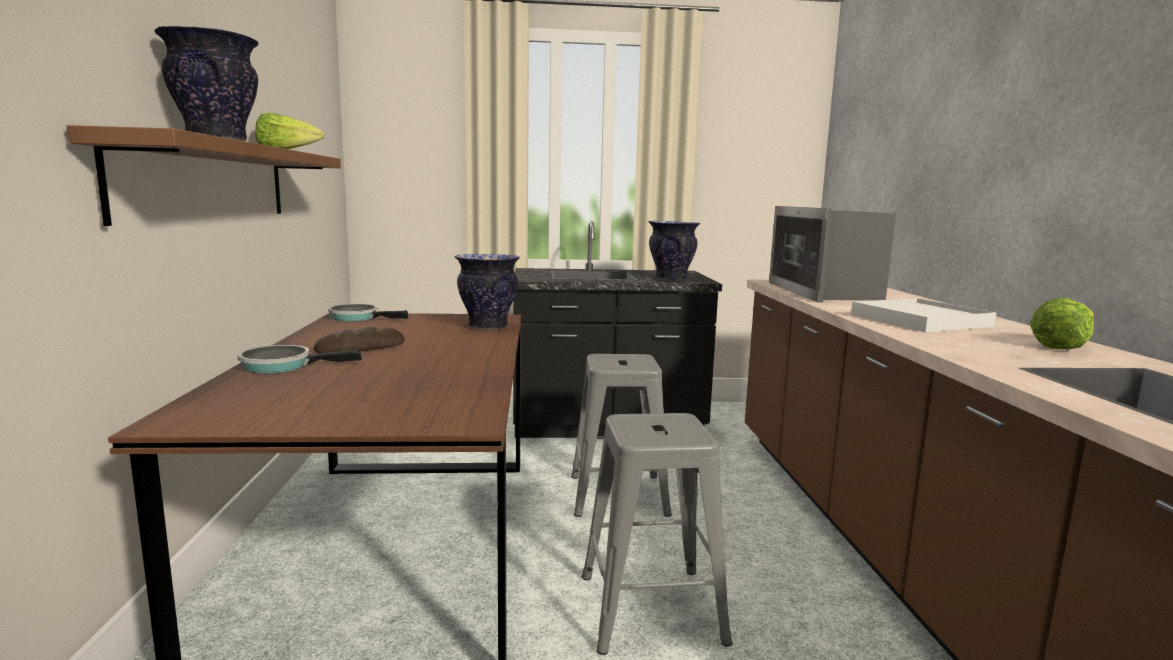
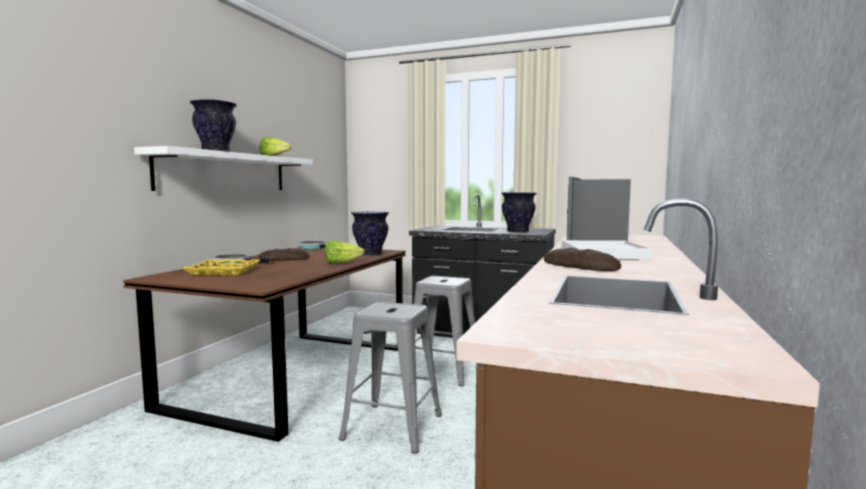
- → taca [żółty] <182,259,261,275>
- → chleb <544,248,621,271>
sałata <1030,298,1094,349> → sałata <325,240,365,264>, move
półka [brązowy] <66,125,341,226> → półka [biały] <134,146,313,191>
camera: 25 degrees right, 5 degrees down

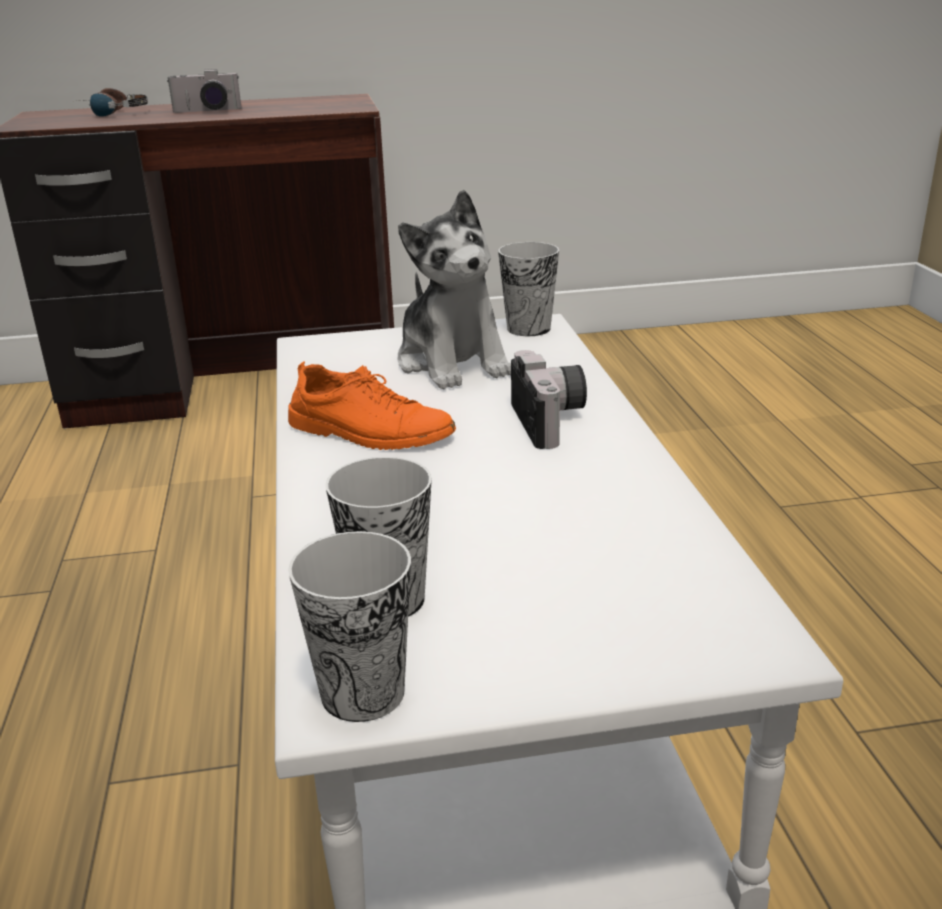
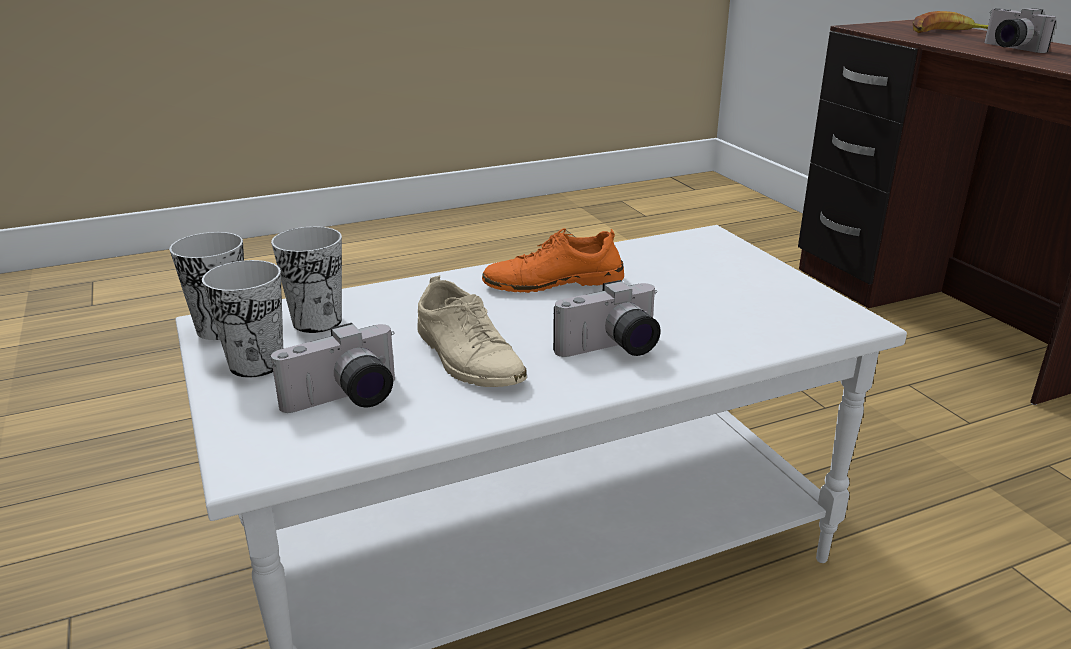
pluszak <398,190,511,389> → -
- → aparat fotograficzny <271,323,395,413>
- → but [beżowy] <417,275,527,387>
filiżanka <498,242,559,336> → filiżanka <202,260,283,378>, move
słuchawki <79,88,148,117> → banan <913,11,988,33>
but [pomarańczowy] <288,361,456,450> → but [pomarańczowy] <482,228,624,293>, 75 degrees clockwise
camera: 75 degrees right, 0 degrees up

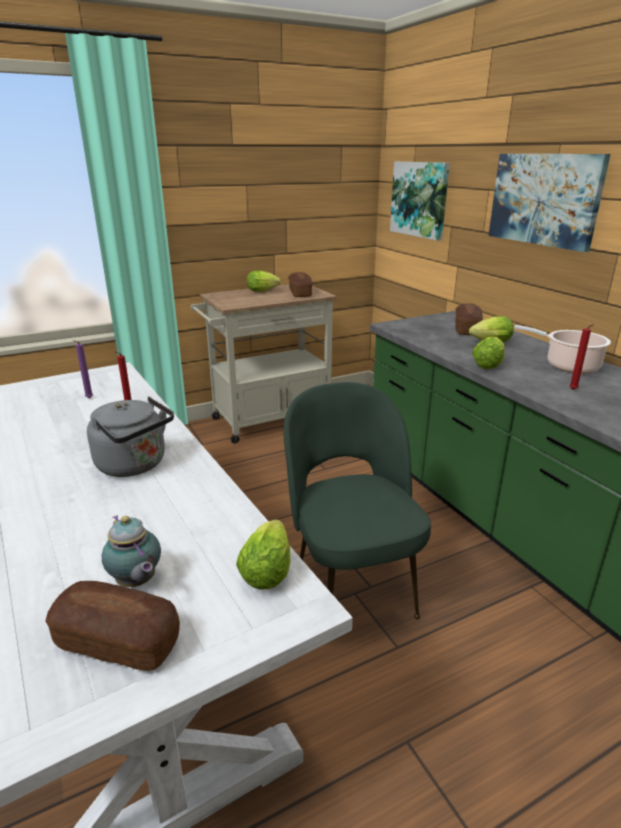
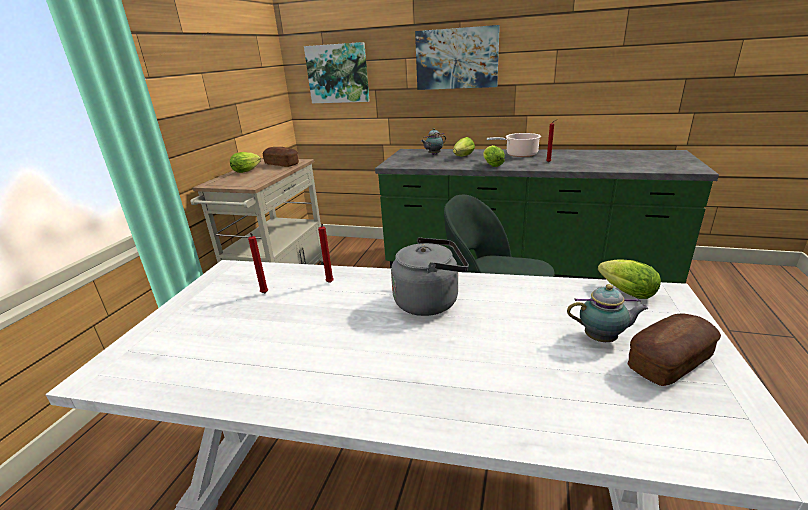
chleb <455,303,483,335> → imbryk <421,128,446,155>
świeca [fioletowy] <72,340,93,398> → świeca [czerwony] <248,233,268,293>
camera: 45 degrees left, 0 degrees up

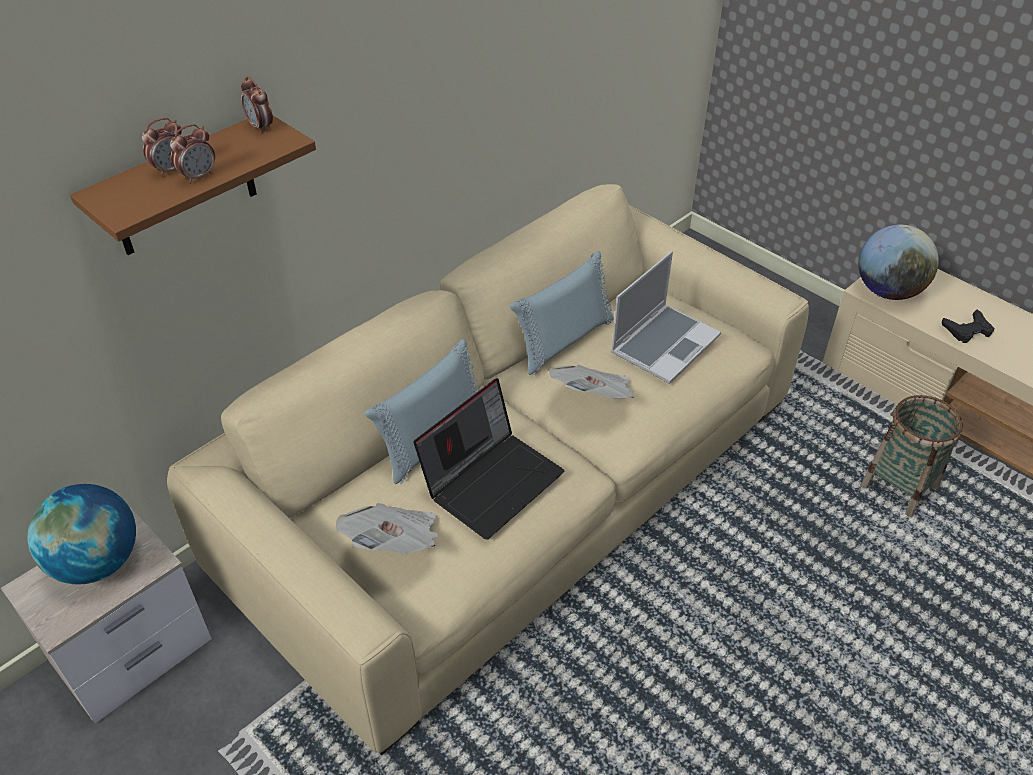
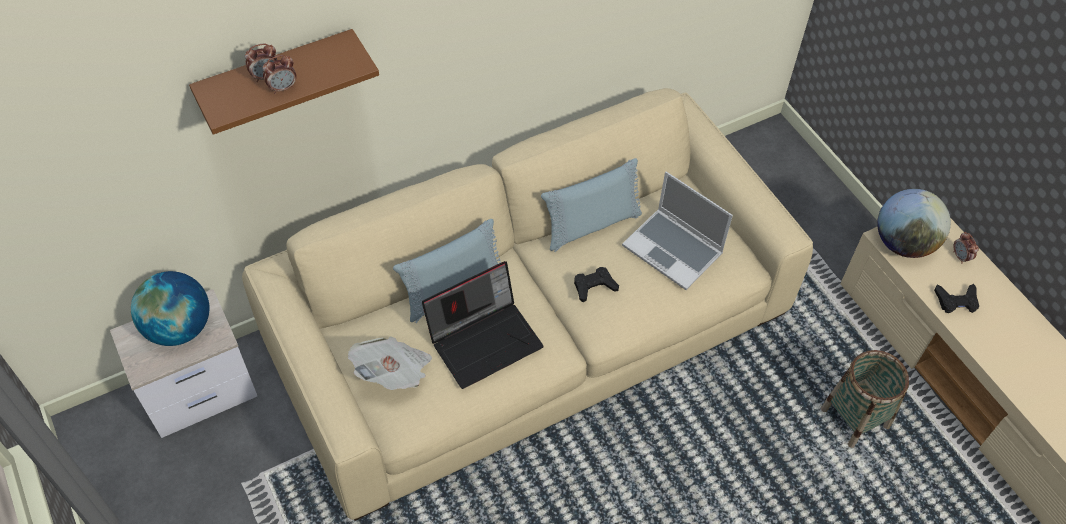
budzik <241,76,273,134> → budzik <953,232,979,264>, move
gazeta <549,365,634,399> → pad do gier [czarny] <574,267,619,302>
laptop <611,251,721,384> → laptop <622,172,733,290>, 75 degrees clockwise
camera: 15 degrees right, 10 degrees up

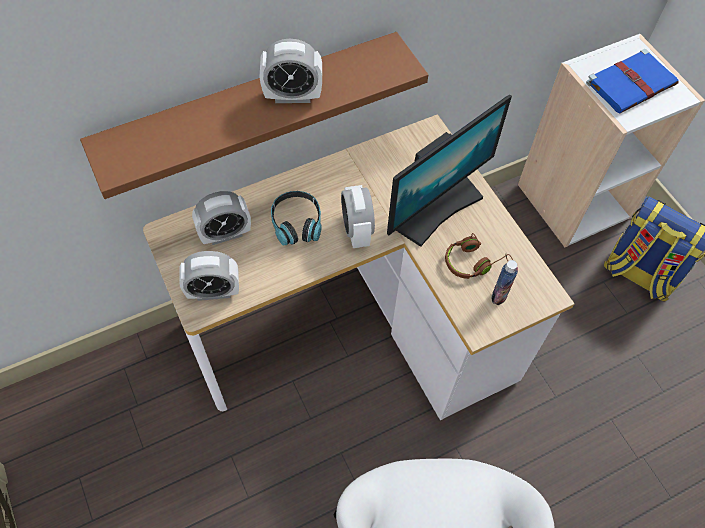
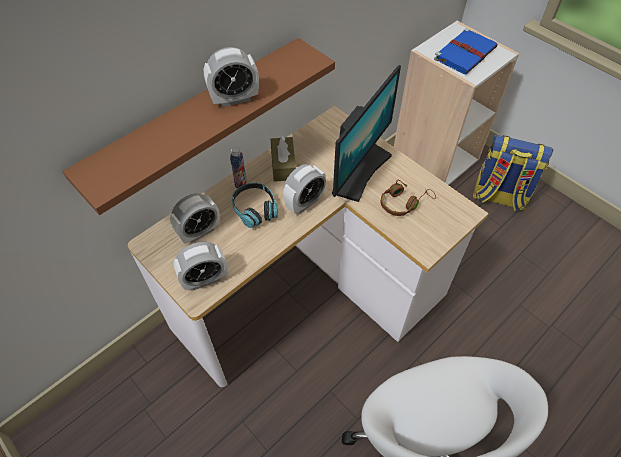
- → pudełko chusteczek [brązowy] <270,136,296,182>
butelka <491,260,518,305> → butelka <230,147,247,188>, move
budzik <341,185,375,248> → budzik <283,164,326,214>, 105 degrees counterclockwise
camera: 15 degrees left, 5 degrees down

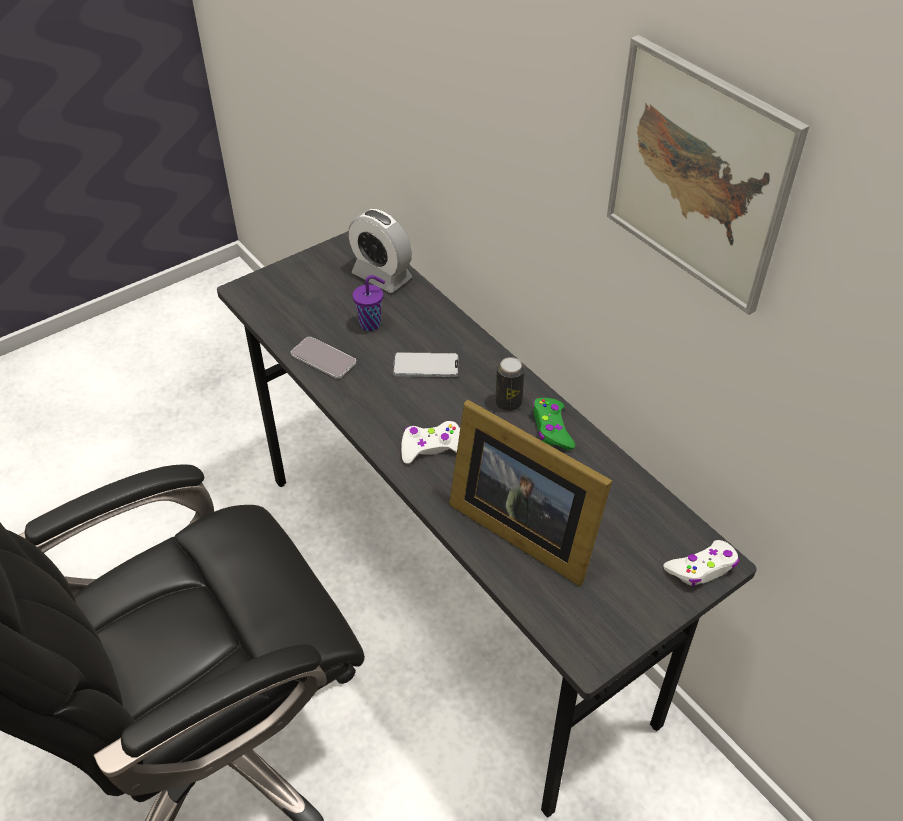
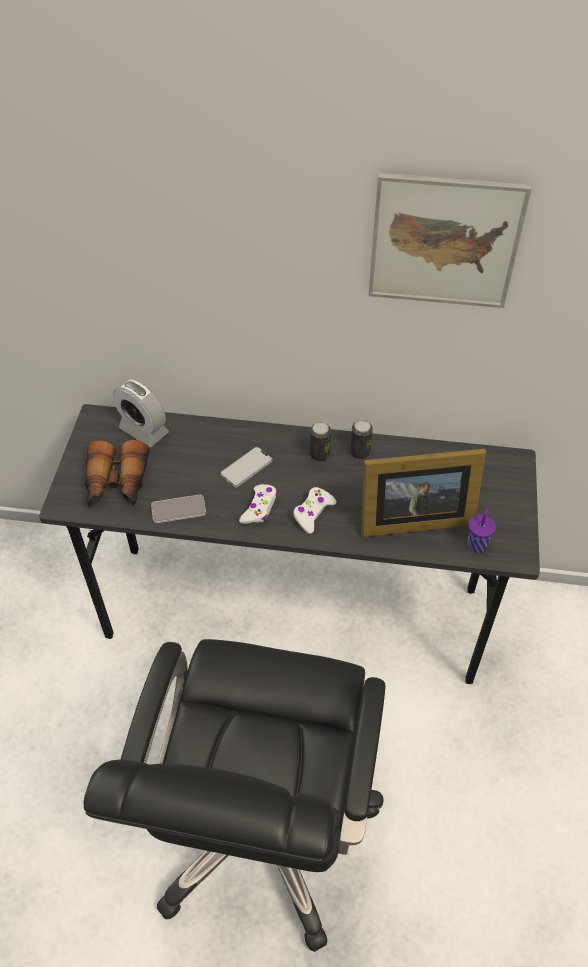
- → lornetka <85,440,150,507>
filiżanka [fioletowy] <353,275,385,331> → filiżanka [fioletowy] <468,507,496,553>, move
pad do gier [biały] <663,540,739,586> → pad do gier [biały] <239,484,278,524>, move
pad do gier [zielony] <532,398,575,450> → puszka <350,420,373,459>
budzik <348,209,412,293> → budzik <113,379,169,447>, 45 degrees clockwise
camera: 45 degrees left, 5 degrees up

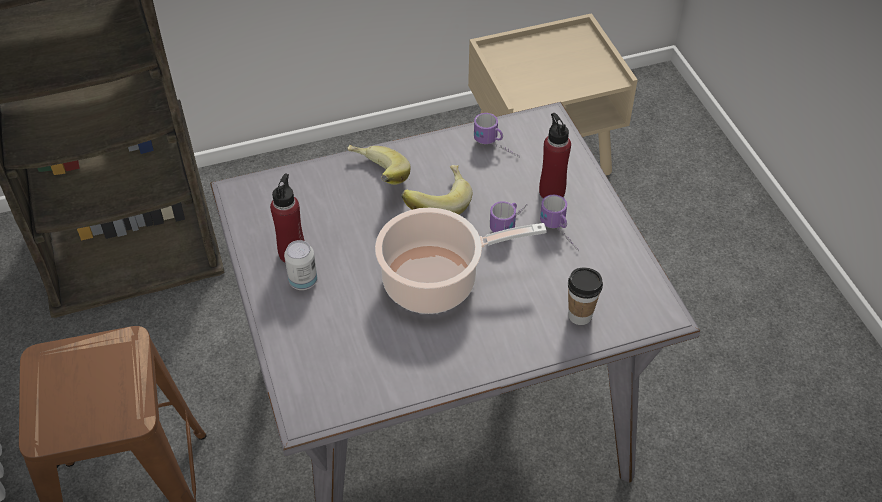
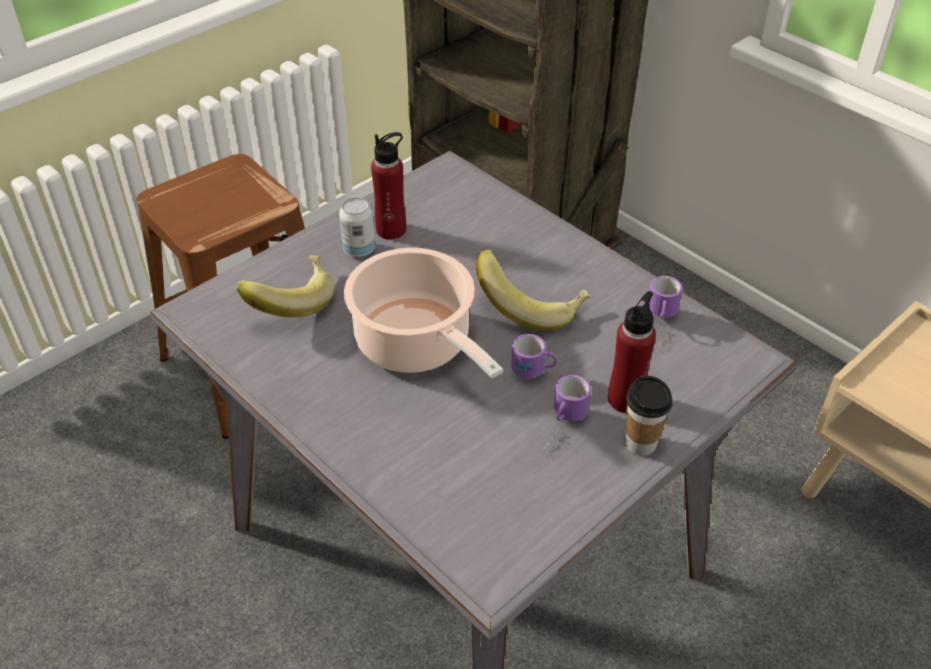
banan <347,145,411,185> → banan <236,255,335,317>, move
filiżanka <568,267,603,325> → filiżanka <626,376,673,456>, move
camera: 65 degrees right, 5 degrees down

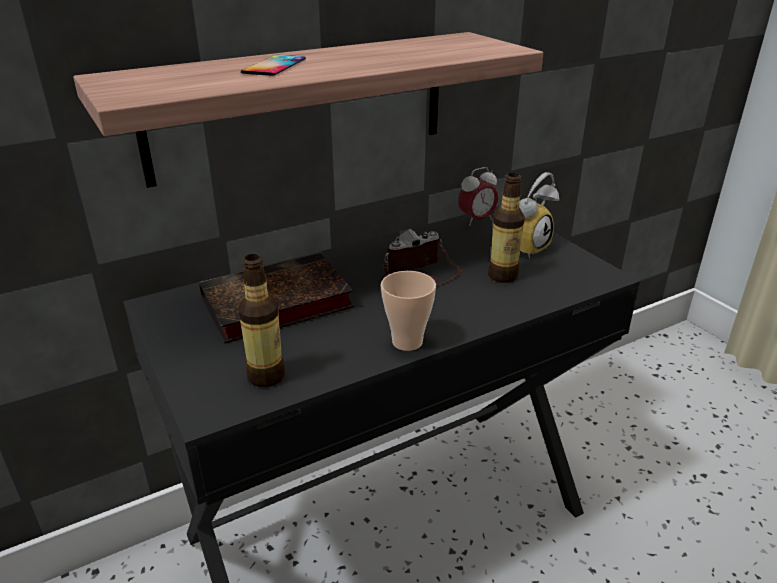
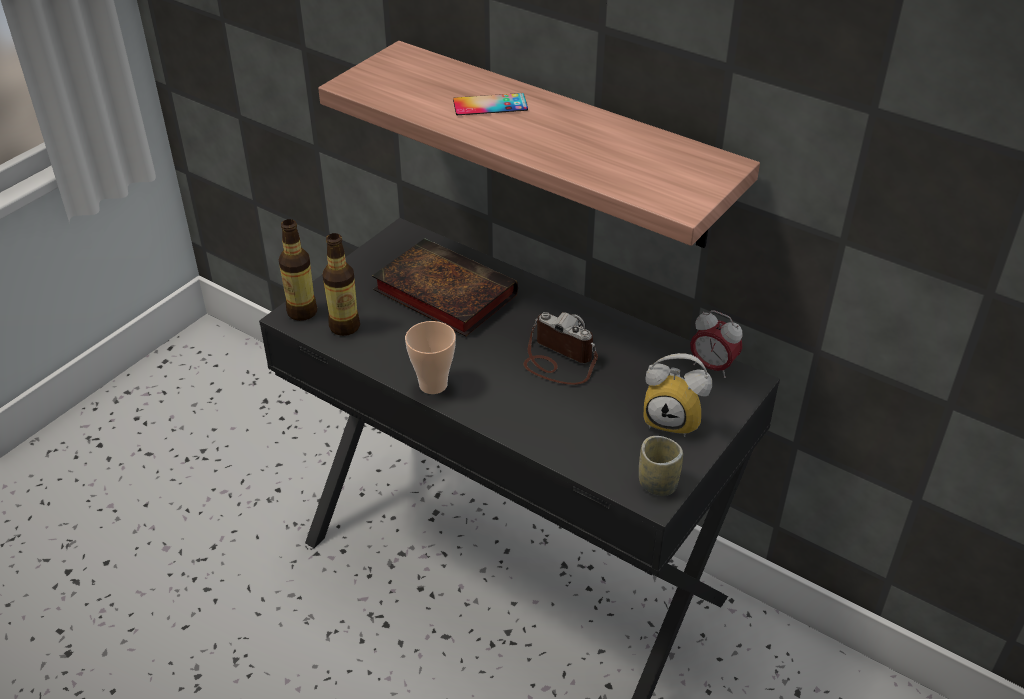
- → filiżanka <639,436,683,496>
butelka <488,173,525,283> → butelka <279,219,317,321>, move
camera: 65 degrees right, 10 degrees up

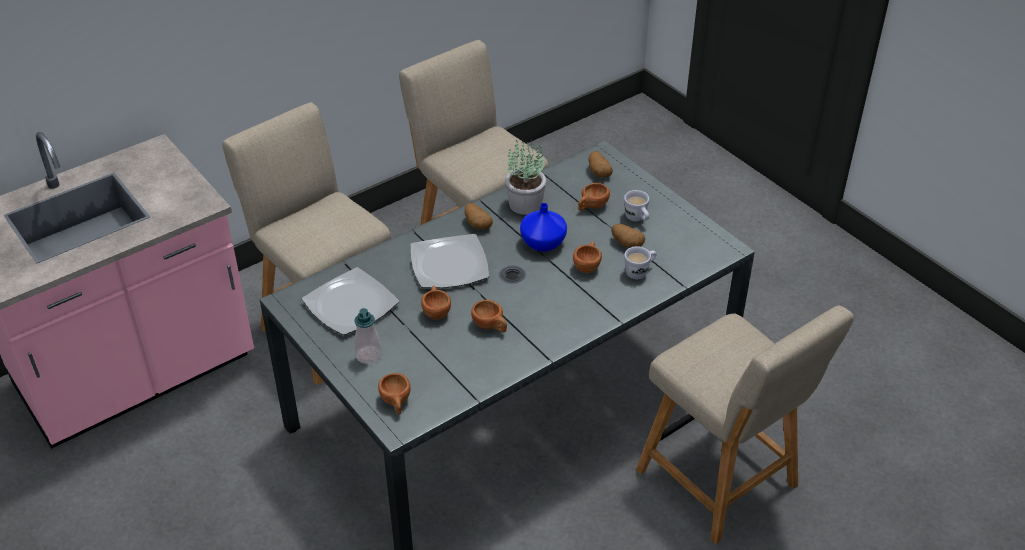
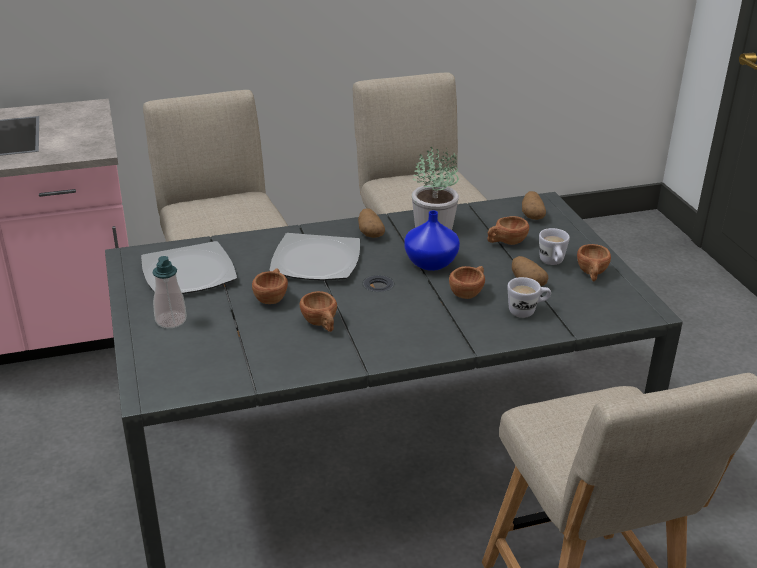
filiżanka [brązowy] <378,373,411,414> → filiżanka [brązowy] <577,244,611,281>, move
camera: 20 degrees right, 10 degrees down

